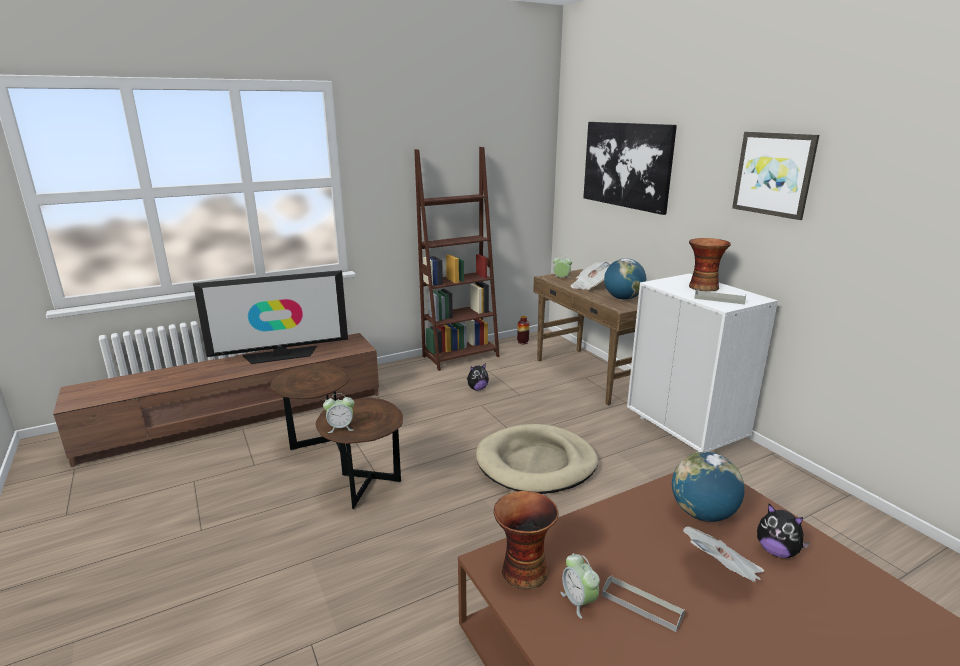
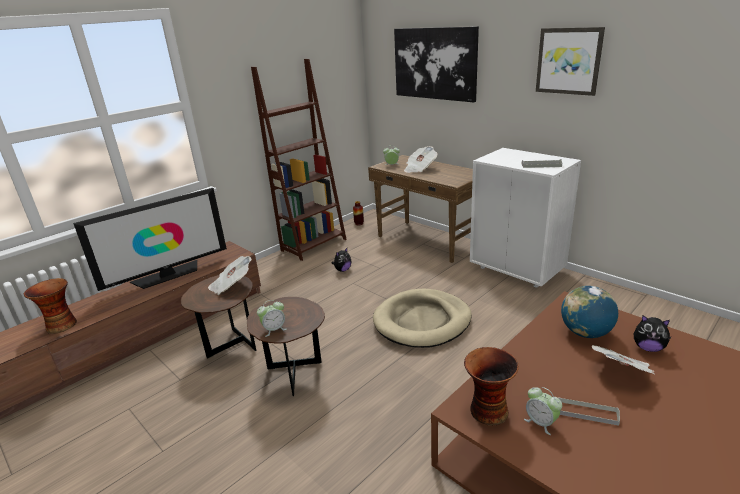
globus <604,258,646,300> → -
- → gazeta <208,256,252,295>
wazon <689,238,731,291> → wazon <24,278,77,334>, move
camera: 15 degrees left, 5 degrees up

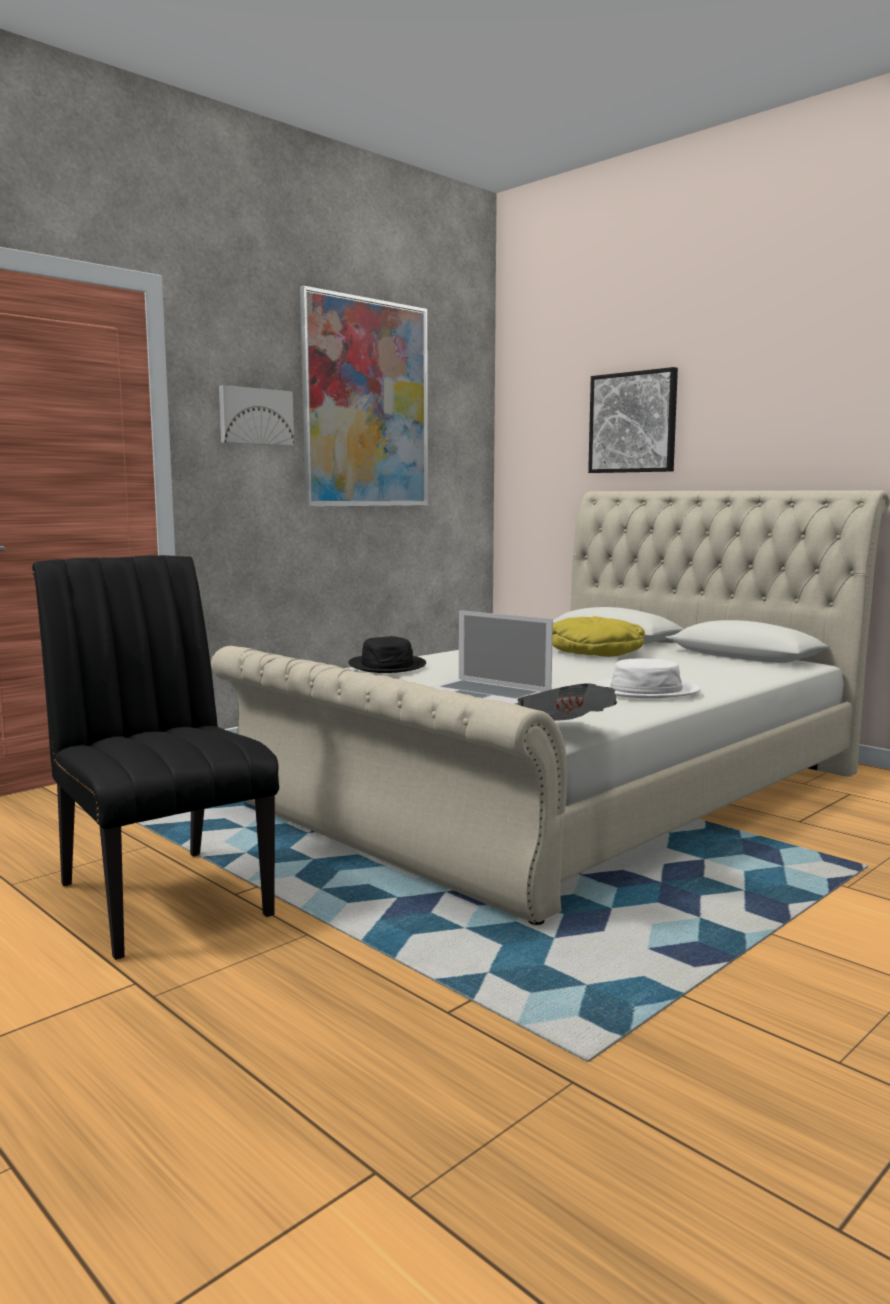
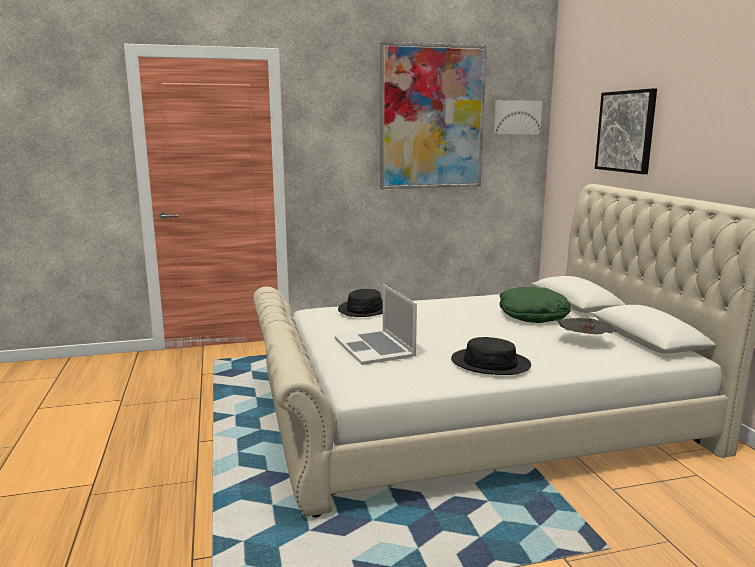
krzesło [czarny] <32,555,279,960> → -
obraz <219,385,294,446> → obraz <494,100,542,134>, move
gazeta <518,683,617,721> → gazeta <556,318,617,334>, move
poduszka [żółty] <552,616,645,657> → poduszka [zielony] <499,287,571,323>
kapelusz [biały] <594,659,700,698> → kapelusz [czarny] <451,337,531,375>
camera: 30 degrees right, 5 degrees up

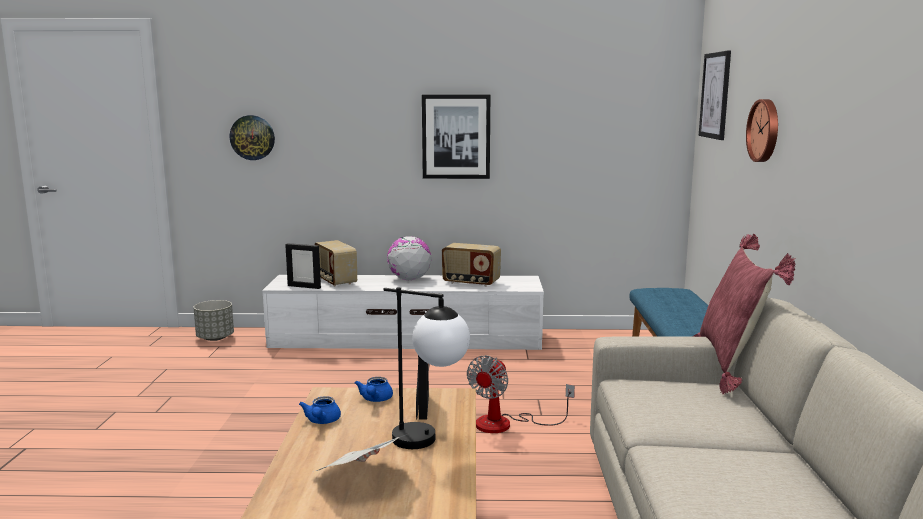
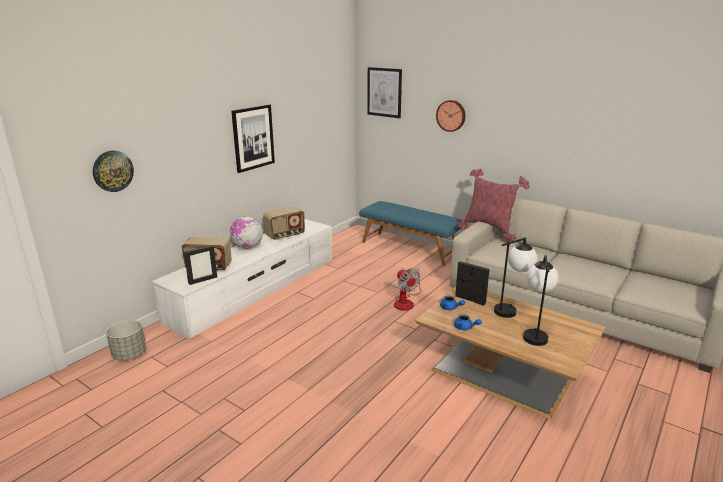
gazeta <313,434,407,472> → lampa stołowa <523,255,558,346>
camera: 55 degrees left, 10 degrees up

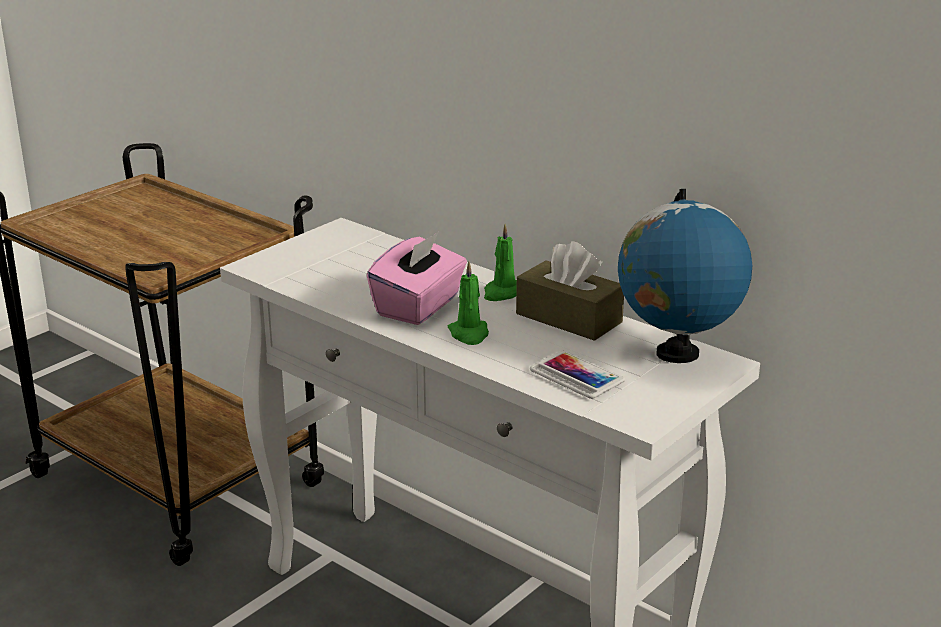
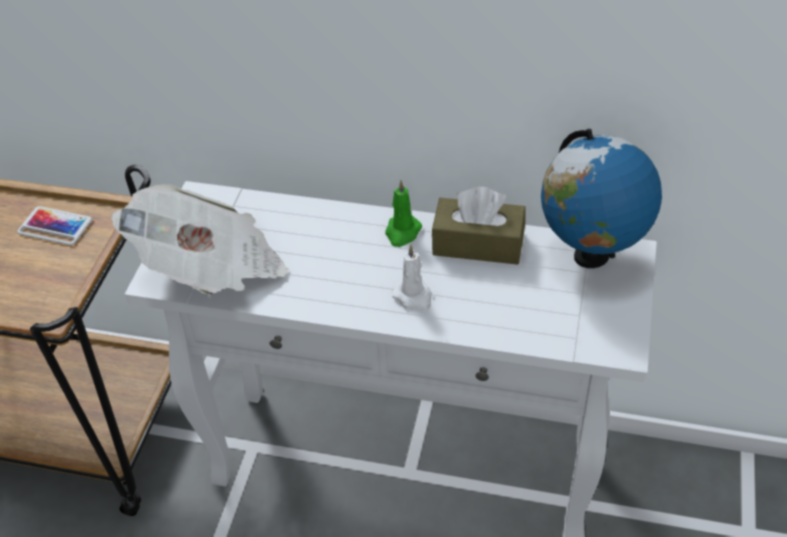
pudełko chusteczek [różowy] <367,231,467,325> → -
- → gazeta <111,184,288,294>
telefon <530,351,625,399> → telefon <17,206,92,245>, move
świeca [zielony] <448,261,489,345> → świeca [biały] <392,245,432,311>
camera: 25 degrees left, 20 degrees up

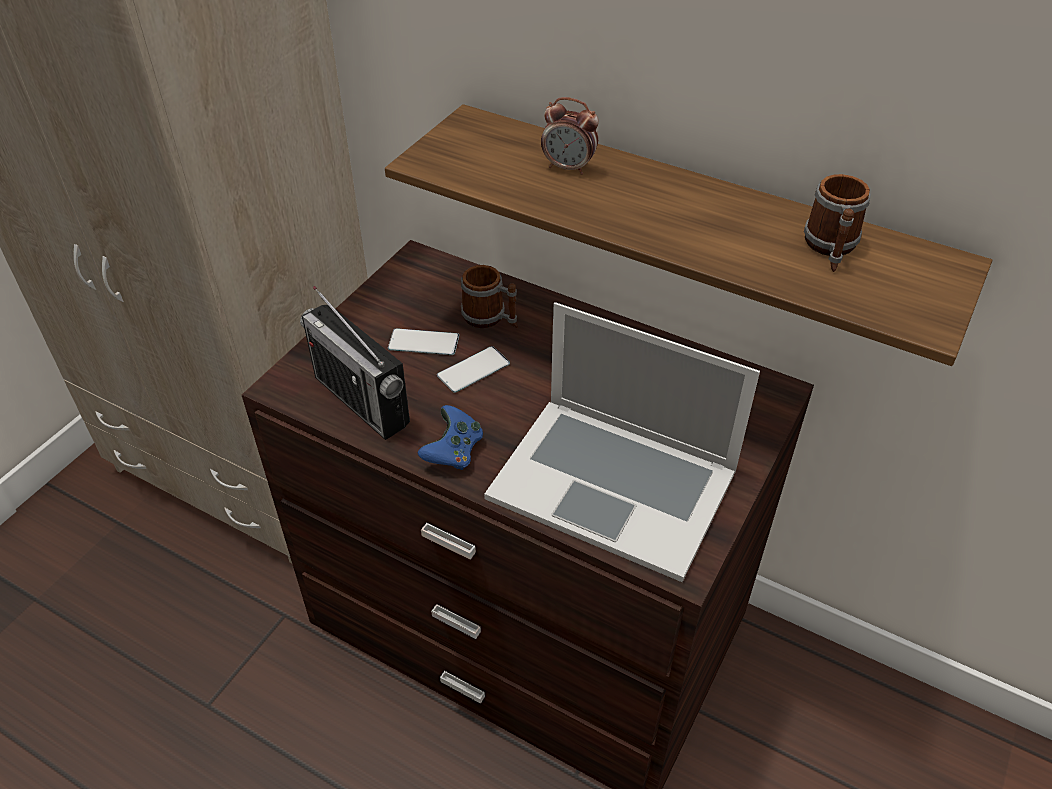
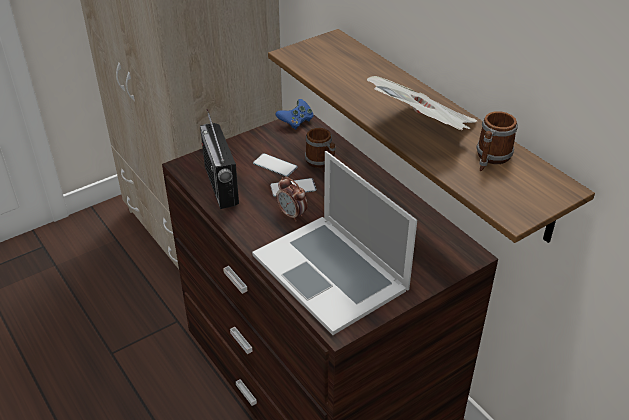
- → gazeta <367,76,477,130>
pad do gier [niebieski] <417,405,483,470> → pad do gier [niebieski] <276,99,314,130>, move
budzik <541,97,599,175> → budzik <276,177,308,222>, move
camera: 25 degrees right, 5 degrees down

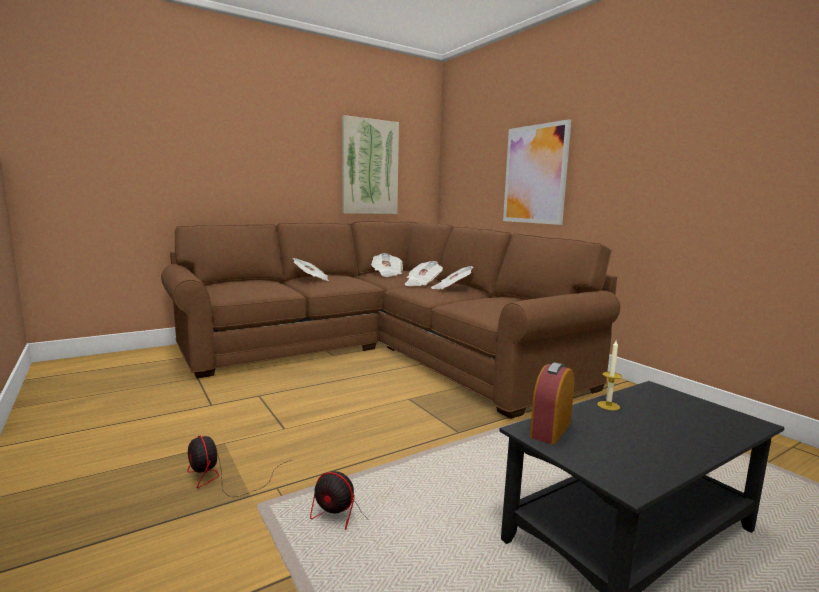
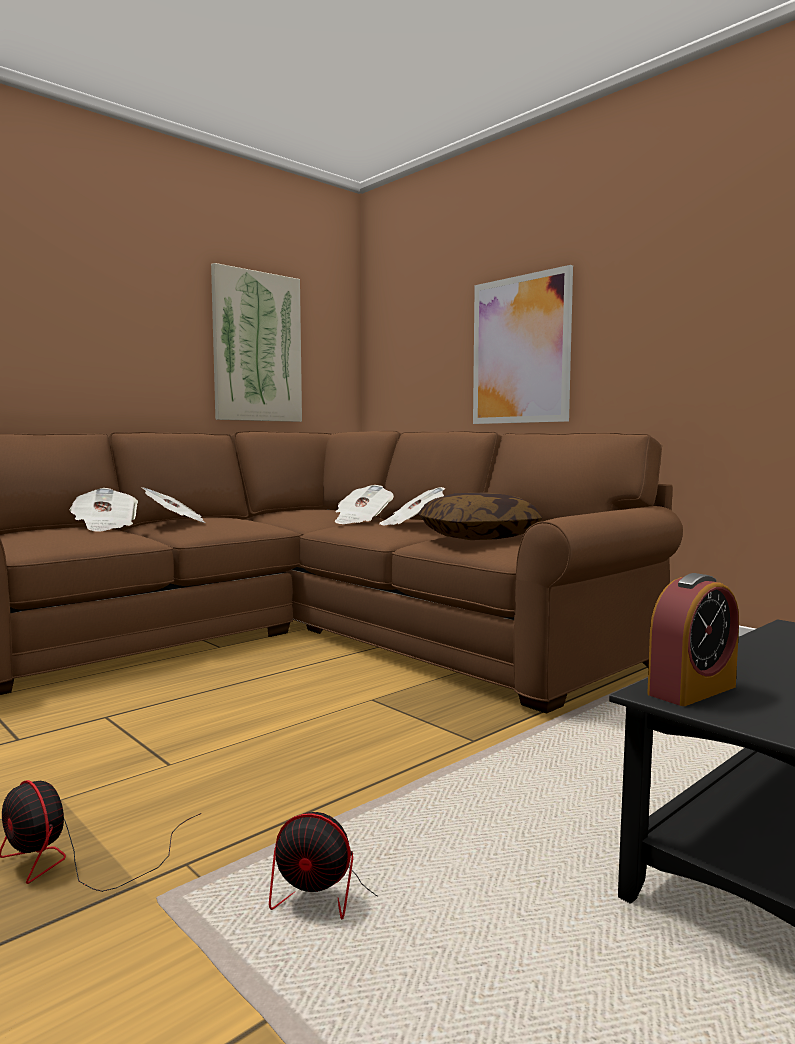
świeca <597,341,622,411> → -
- → poduszka <418,492,542,540>
gazeta <371,253,403,277> → gazeta <70,488,138,531>, move
budzik <530,362,574,445> → budzik <647,573,739,706>, 150 degrees counterclockwise
camera: 10 degrees left, 5 degrees down

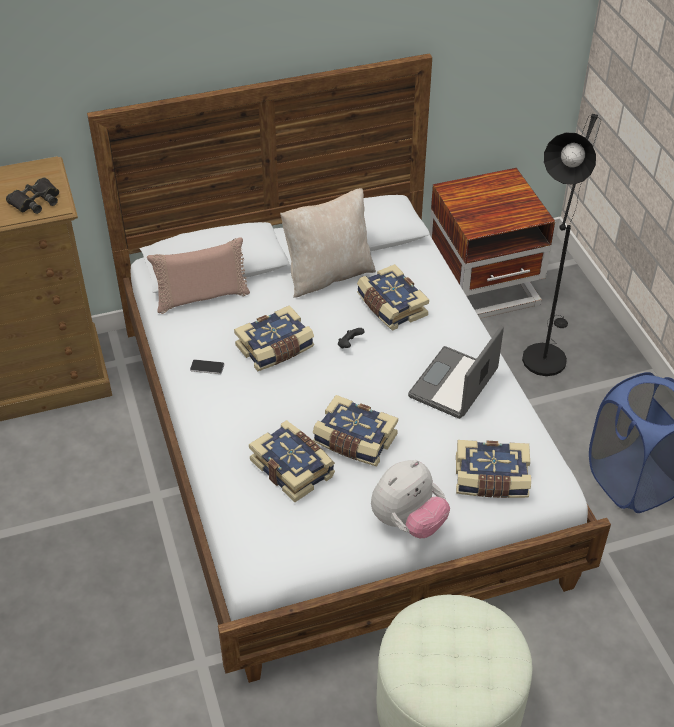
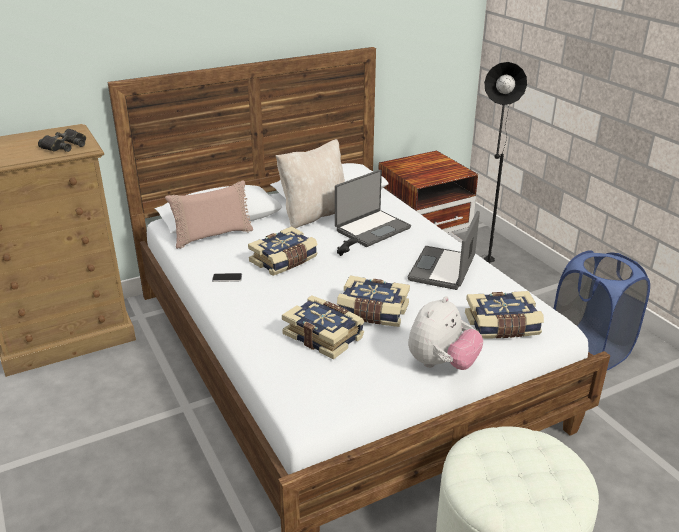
książka <357,264,429,331> → laptop <335,170,411,247>
camera: 10 degrees left, 15 degrees down

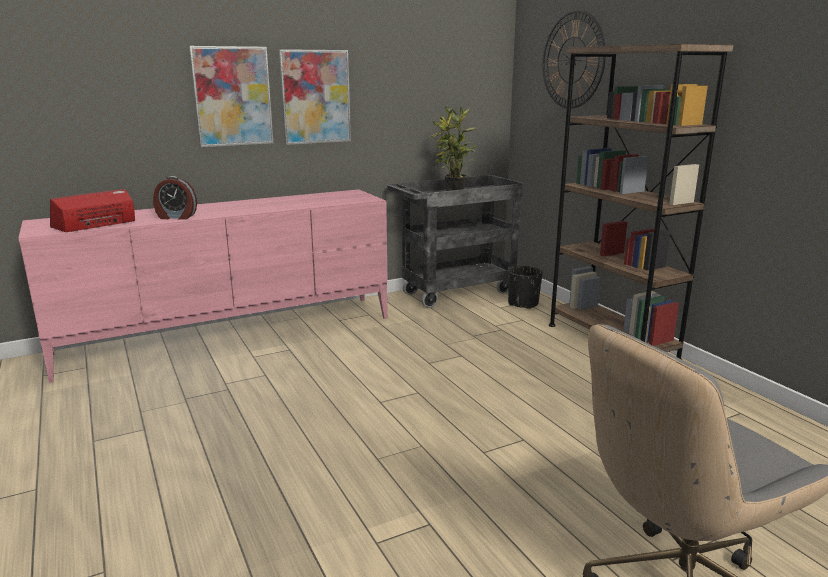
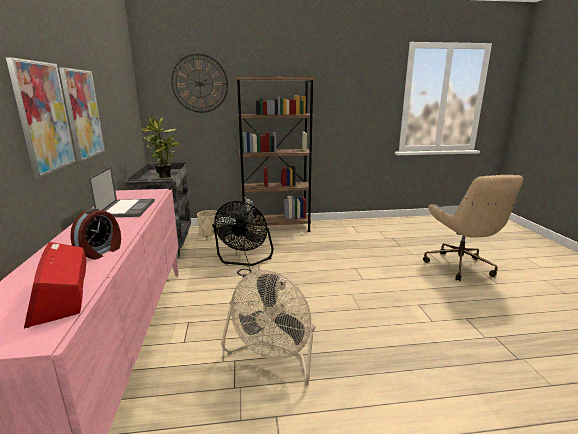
- → laptop <88,167,155,217>
- → wentylator [czarny] <212,201,273,277>
- → wentylator [beżowy] <221,270,315,385>
donica [czarny] <508,266,543,309> → donica [beżowy] <197,210,219,237>
camera: 70 degrees left, 0 degrees up

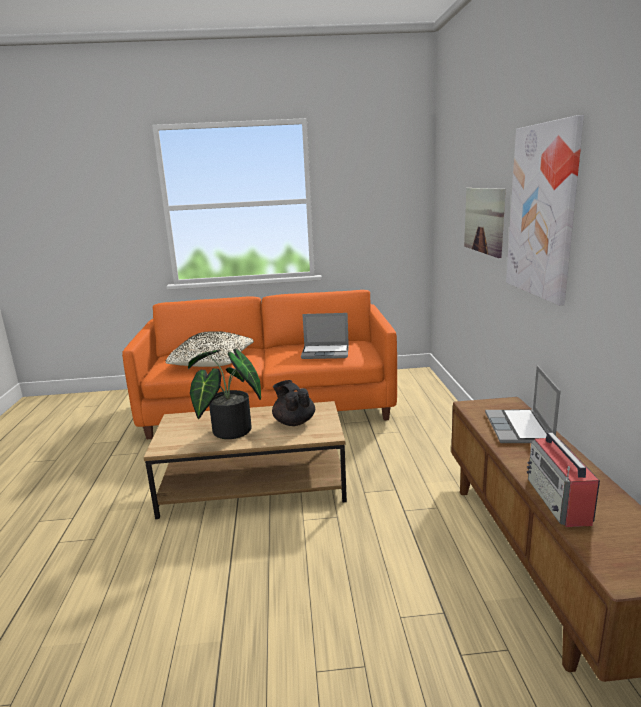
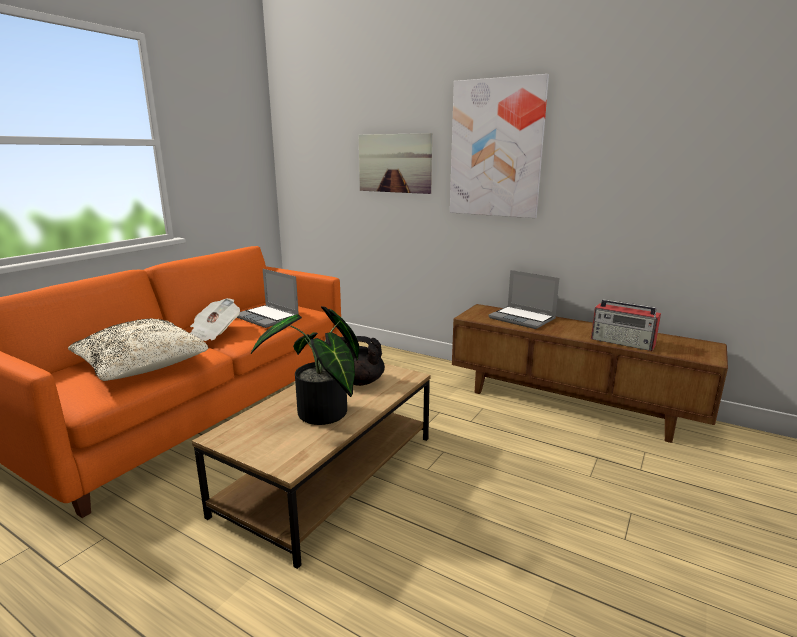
- → gazeta <190,298,240,341>
laptop <301,313,349,359> → laptop <237,269,299,328>, 90 degrees clockwise
camera: 55 degrees left, 0 degrees up

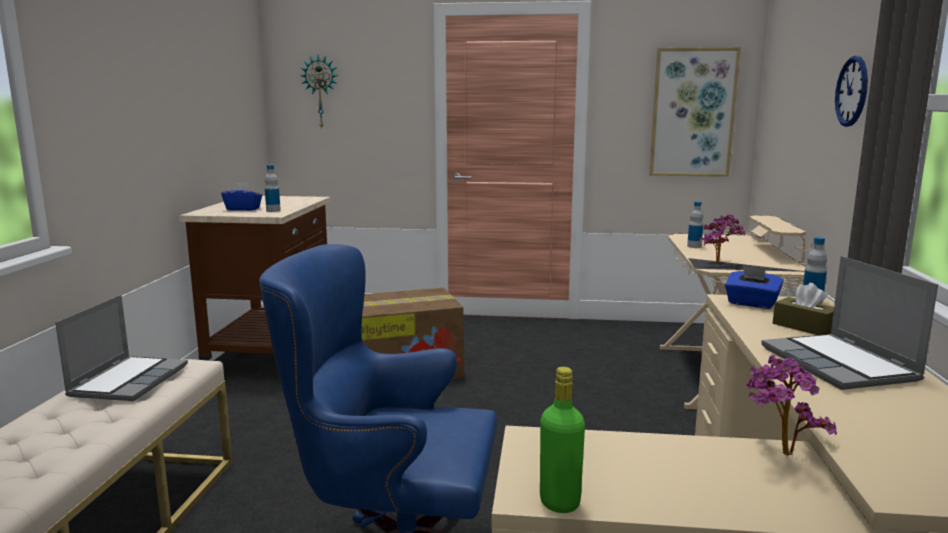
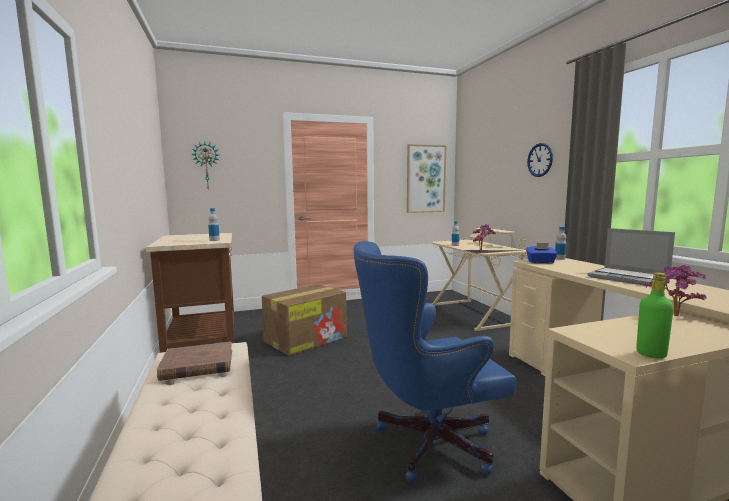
pudełko chusteczek [niebieski] <221,182,262,211> → -
pudełko chusteczek [brązowy] <773,283,834,335> → -
laptop <55,295,188,401> → książka [brązowy] <157,342,232,381>
camera: 25 degrees left, 5 degrees down

